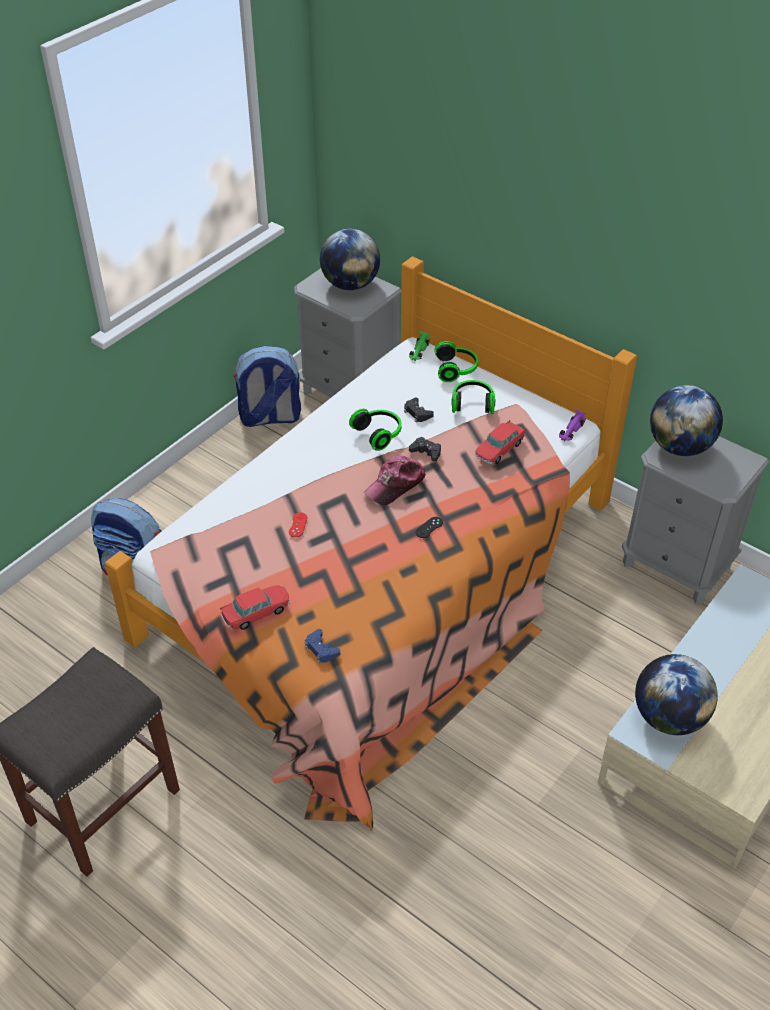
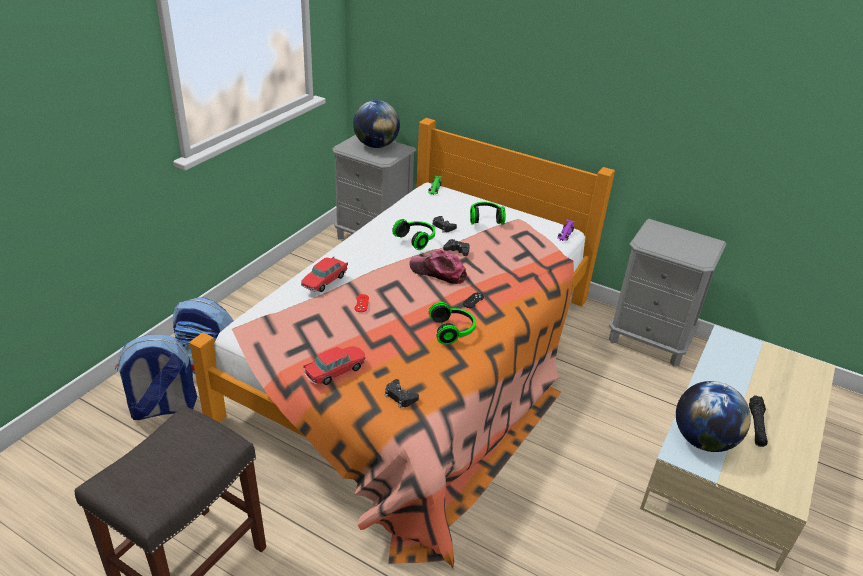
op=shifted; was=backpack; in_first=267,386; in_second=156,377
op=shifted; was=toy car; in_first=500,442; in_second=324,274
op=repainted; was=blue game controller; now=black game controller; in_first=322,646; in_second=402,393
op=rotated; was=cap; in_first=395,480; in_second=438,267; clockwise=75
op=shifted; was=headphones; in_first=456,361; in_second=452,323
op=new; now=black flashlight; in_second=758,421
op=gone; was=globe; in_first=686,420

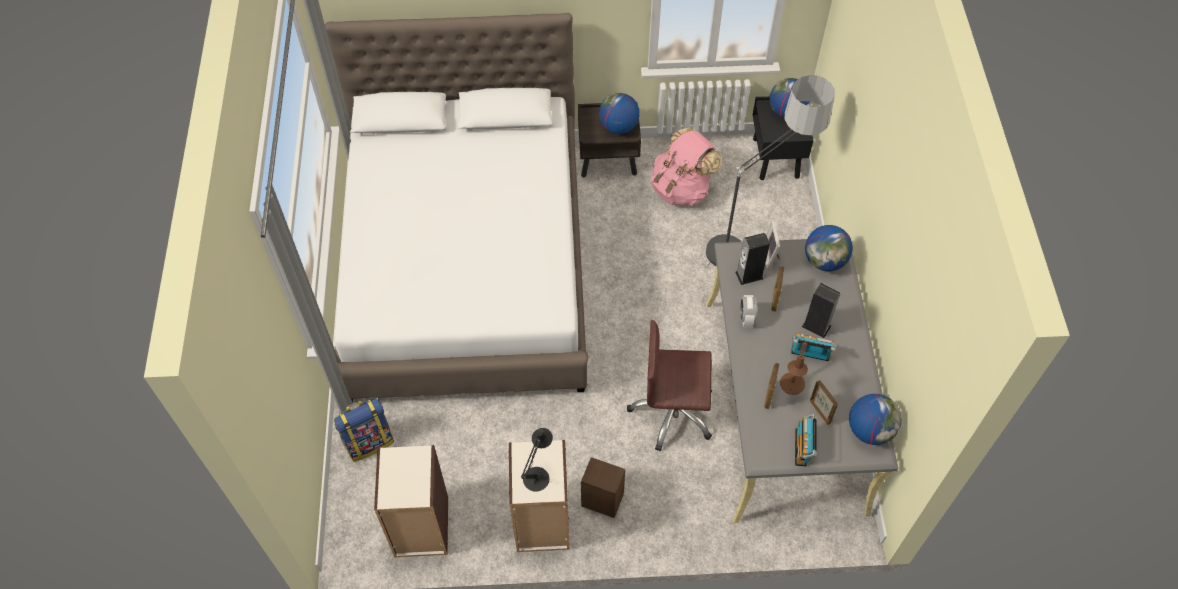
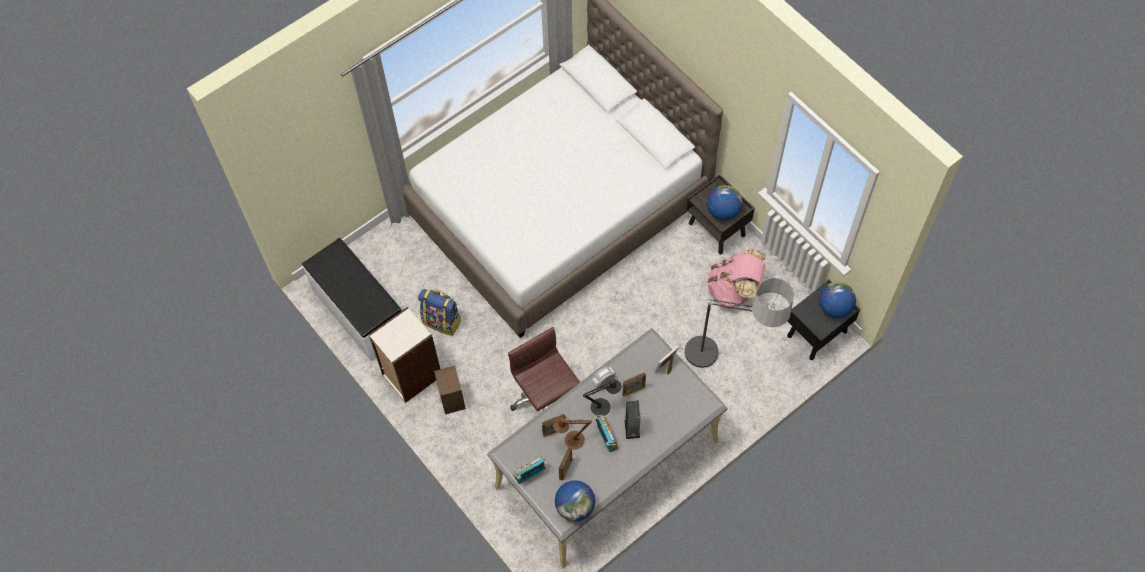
op=swapped; was=bookcase; now=white bench; in_first=411,501; in_second=352,299
op=shifted; was=backpack; in_first=364,430; in_second=439,312
op=shifted; was=black table lamp; in_first=537,460; in_second=602,397
op=gone; was=speaker; in_first=752,259
op=gone; was=globe; in_first=829,248

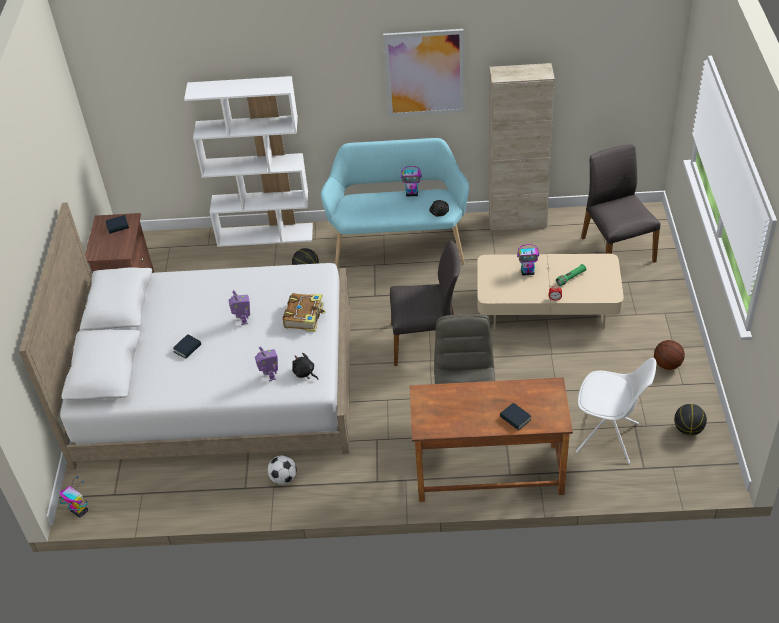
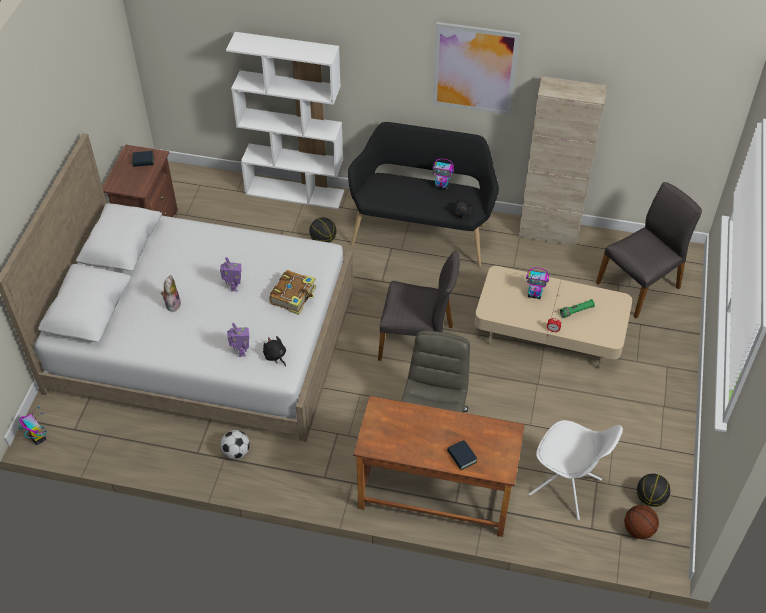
op=swapped; was=book; now=plush toy; in_first=187,347; in_second=171,293
op=repainted; was=turquoise bench; now=black bench; in_first=395,203; in_second=423,194
op=rotated; was=grey chair; in_first=621,203; in_second=649,250; clockwise=60
op=shifted; was=basketball; in_first=669,355; in_second=641,522

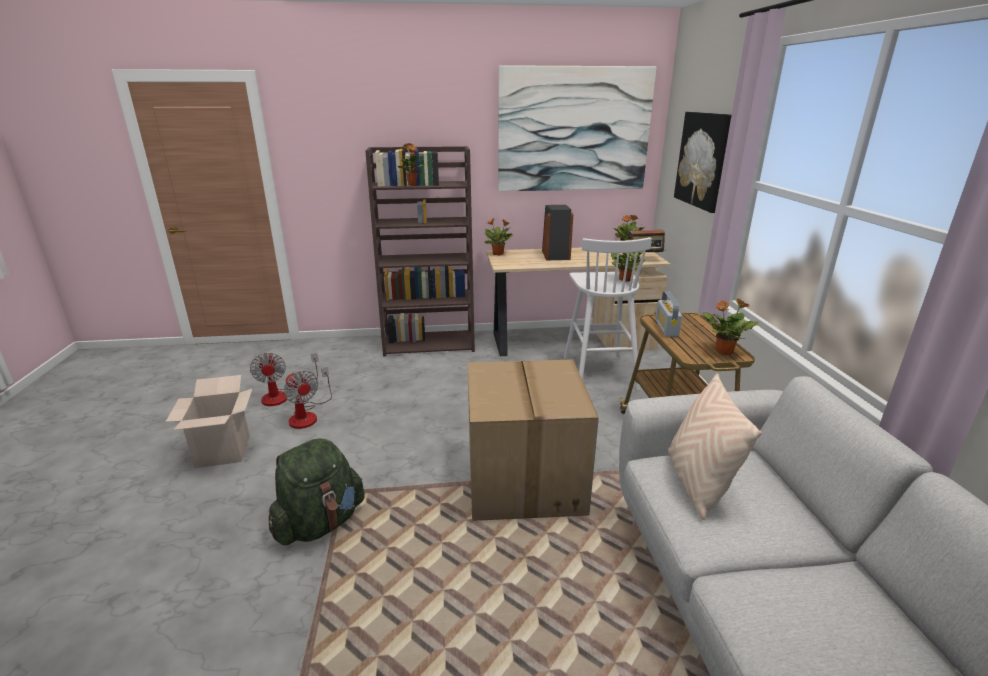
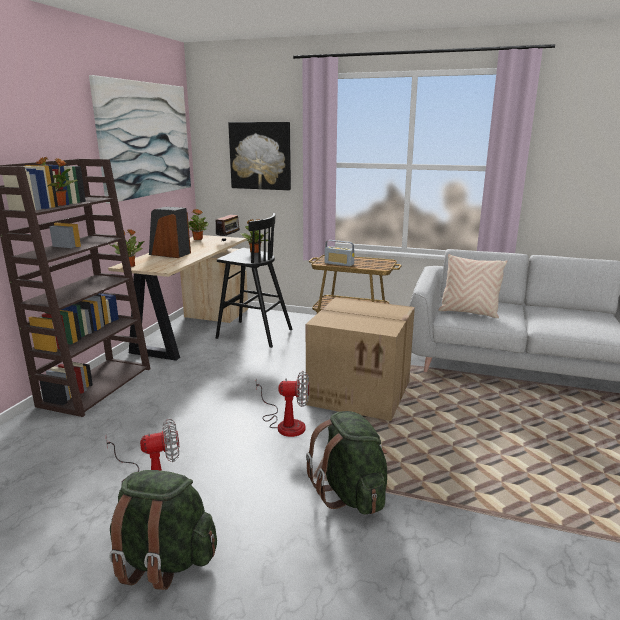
op=swapped; was=cardboard box; now=green backpack; in_first=209,421; in_second=163,530
op=repainted; was=white stool; now=black stool; in_first=608,314; in_second=254,280
op=shifted; was=fan; in_first=284,379; in_second=282,404
op=gone; was=potted plant; in_first=731,327

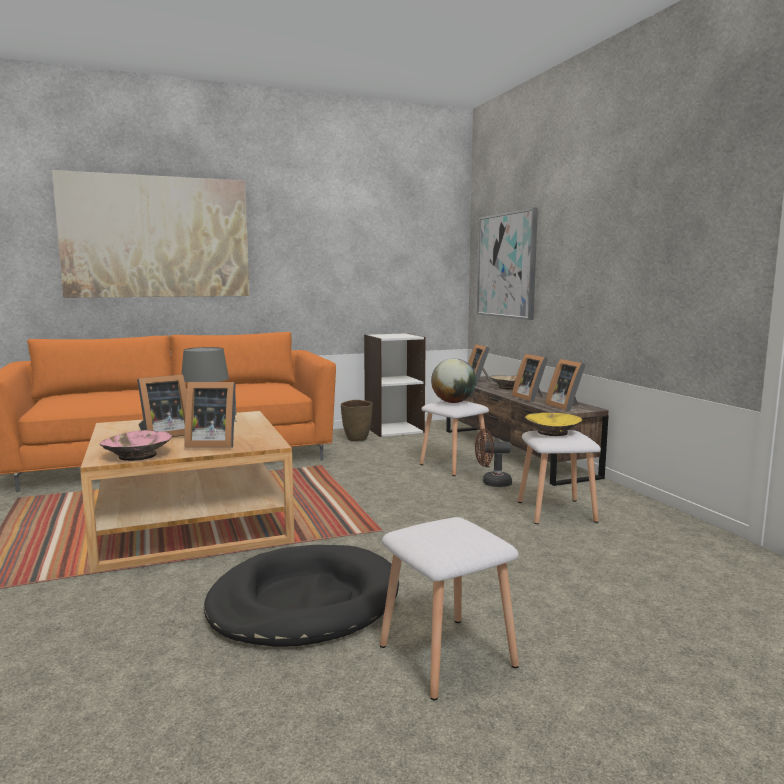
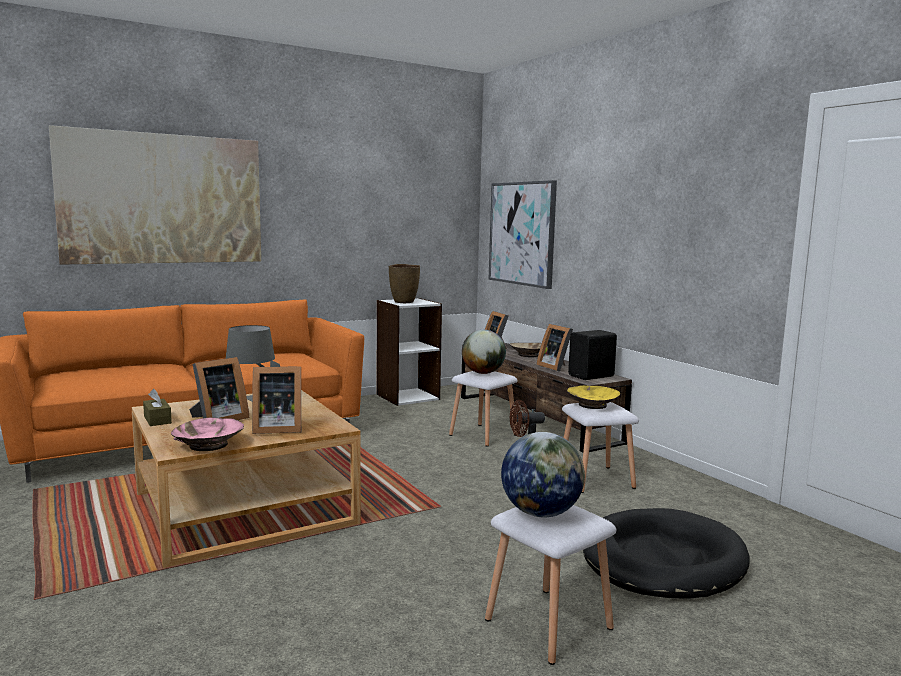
op=new; now=brown tissue box; in_second=157,407
op=shifted; was=brown vase; in_first=357,420; in_second=404,283
op=new; now=globe; in_second=543,474
op=swapped; was=picture frame; now=black speaker; in_first=565,385; in_second=592,355
op=shifted; was=black dog bed; in_first=301,596; in_second=666,553

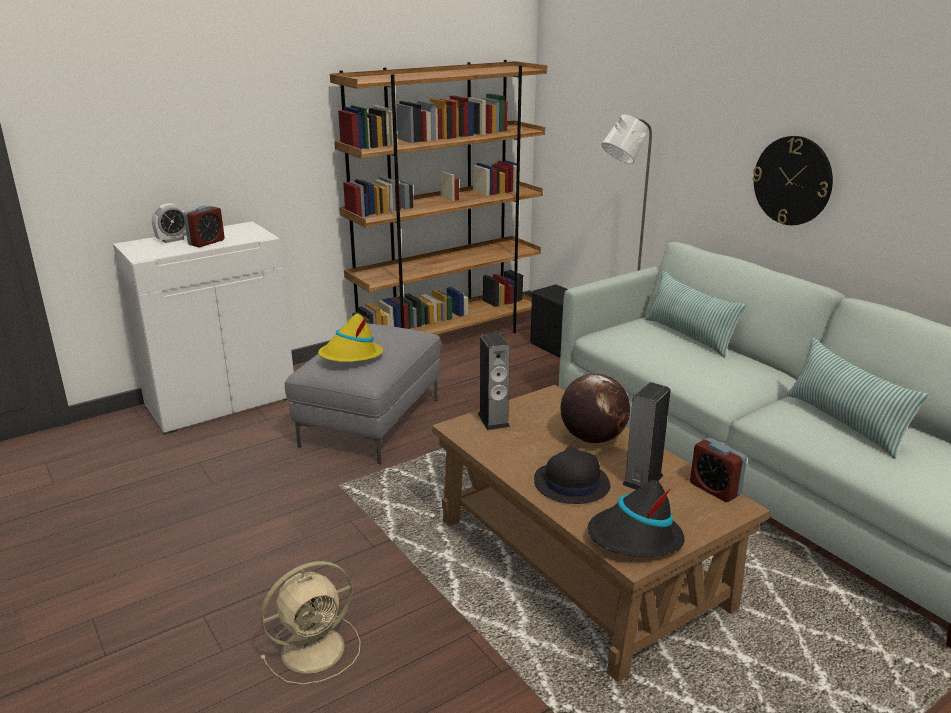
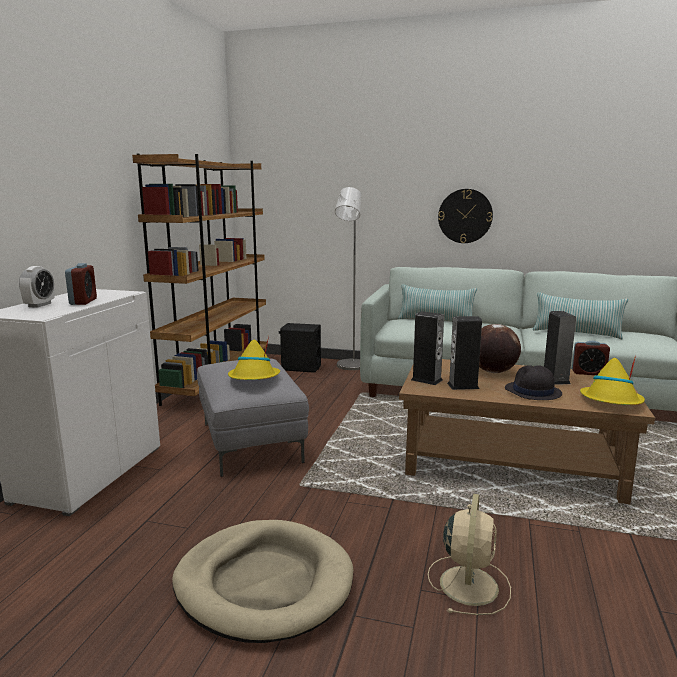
op=new; now=beige dog bed; in_second=262,581
op=new; now=speaker; in_second=464,353
op=repainted; was=black hat; now=yellow hat; in_first=636,518; in_second=612,380

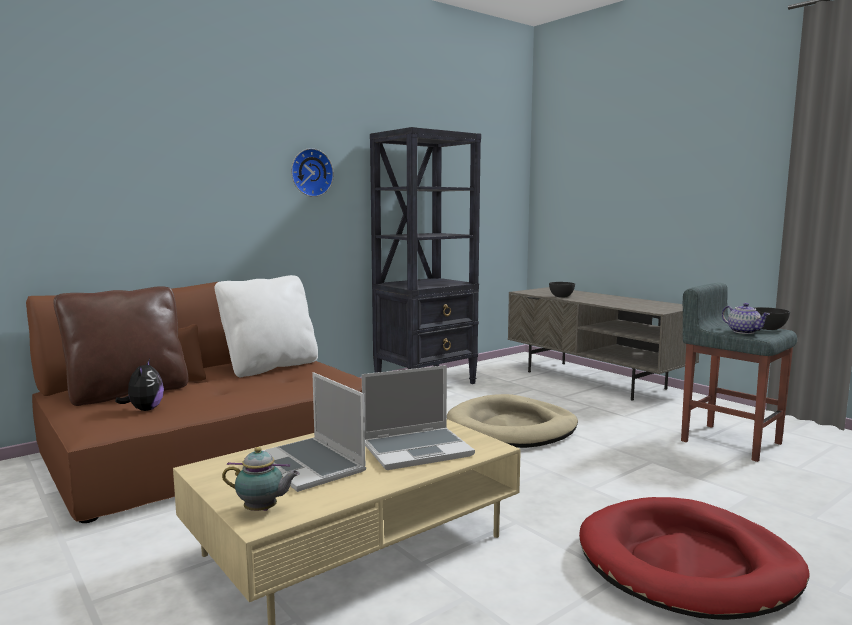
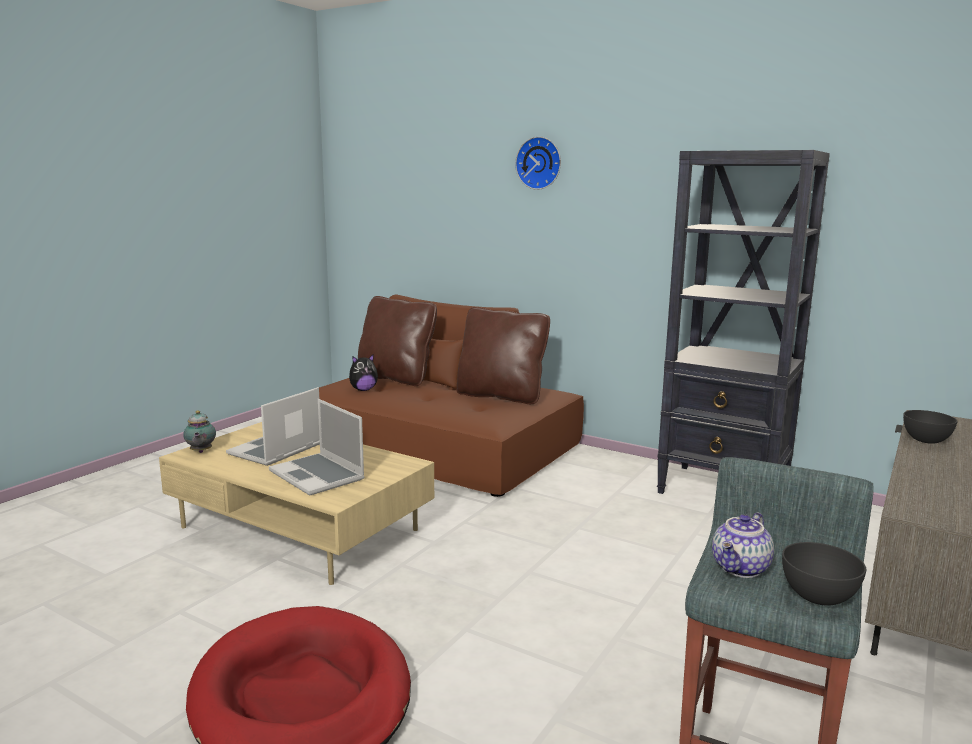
op=repainted; was=white pillow; now=brown pillow; in_first=266,326; in_second=503,355
op=shifted; was=wall clock; in_first=312,172; in_second=538,163
op=gone; was=beige dog bed; in_first=512,421

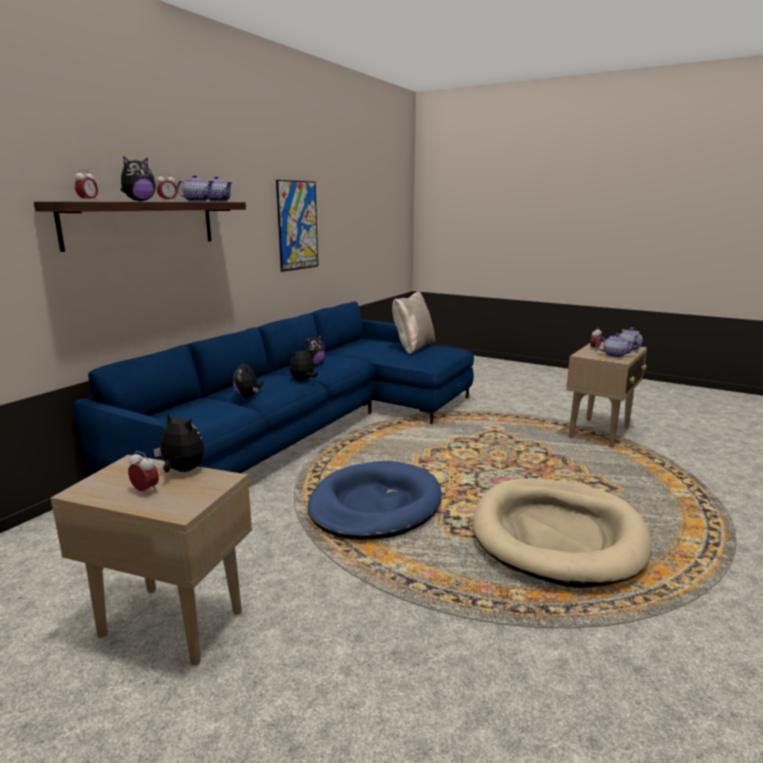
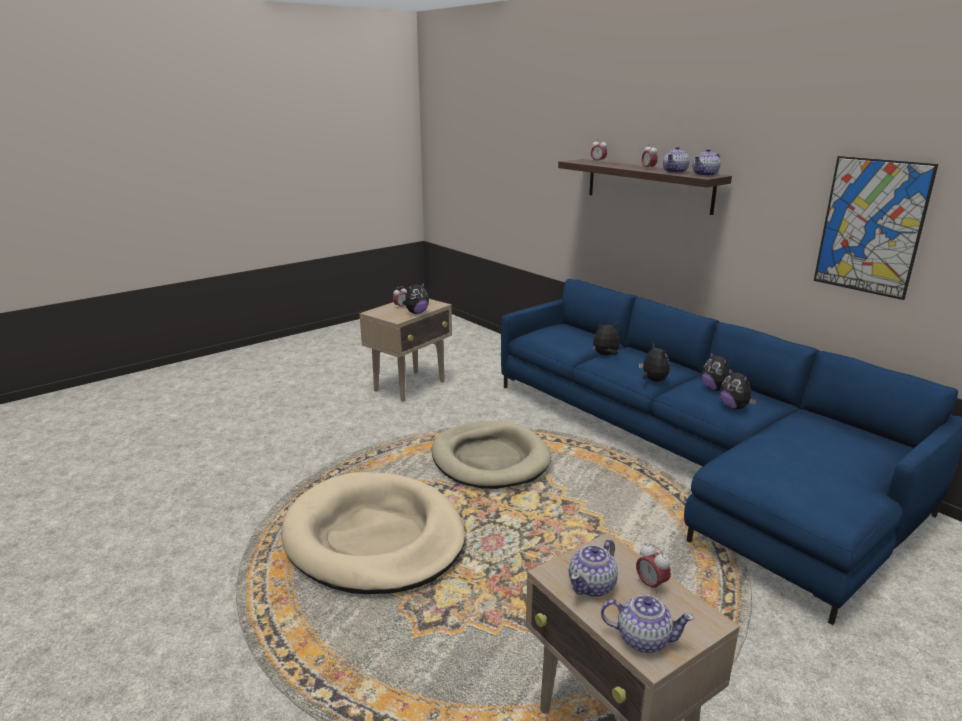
op=repainted; was=blue dog bed; now=beige dog bed; in_first=375,500; in_second=491,455
op=shifted; was=plush toy; in_first=138,178; in_second=738,388
op=gone; was=beige pillow; in_first=413,323

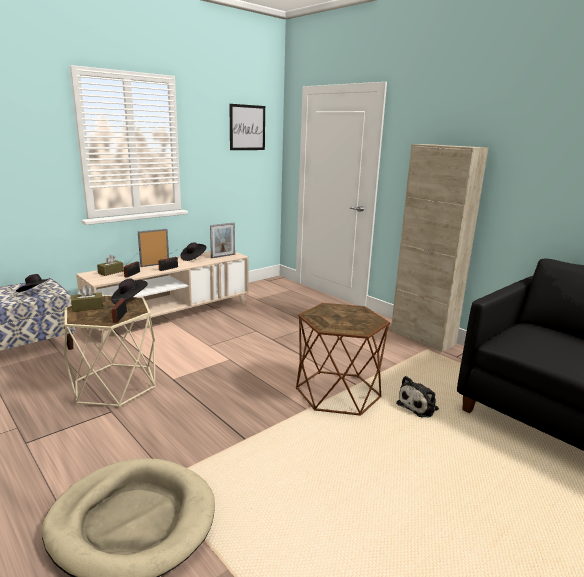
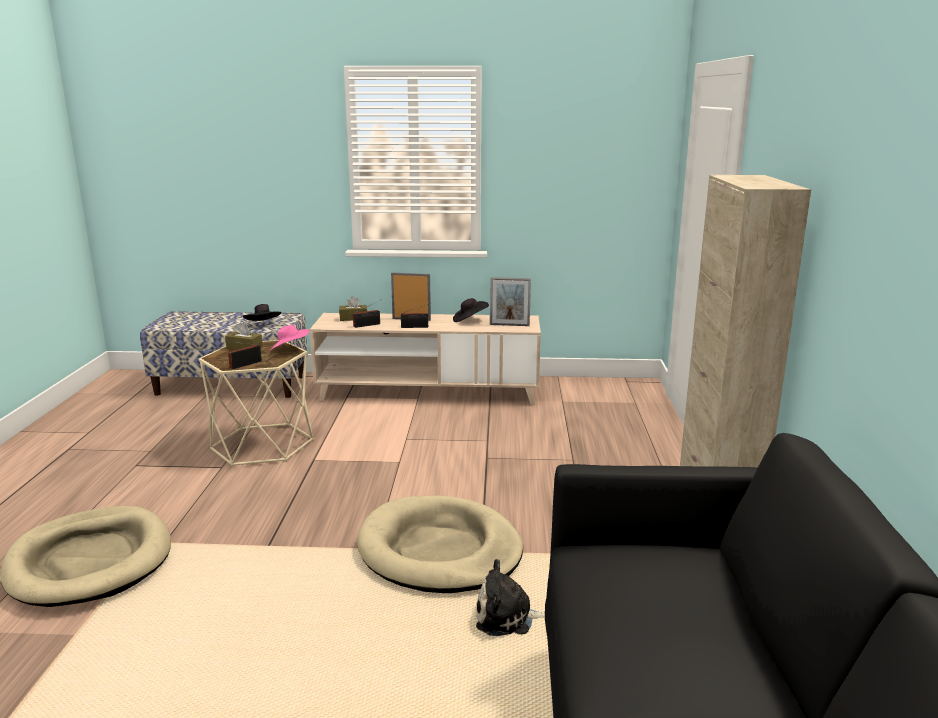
op=repainted; was=black hat; now=pink hat; in_first=129,291; in_second=289,338
op=swapped; was=brown side table; now=beige dog bed; in_first=343,359; in_second=440,544
op=gone; was=picture; in_first=247,127

